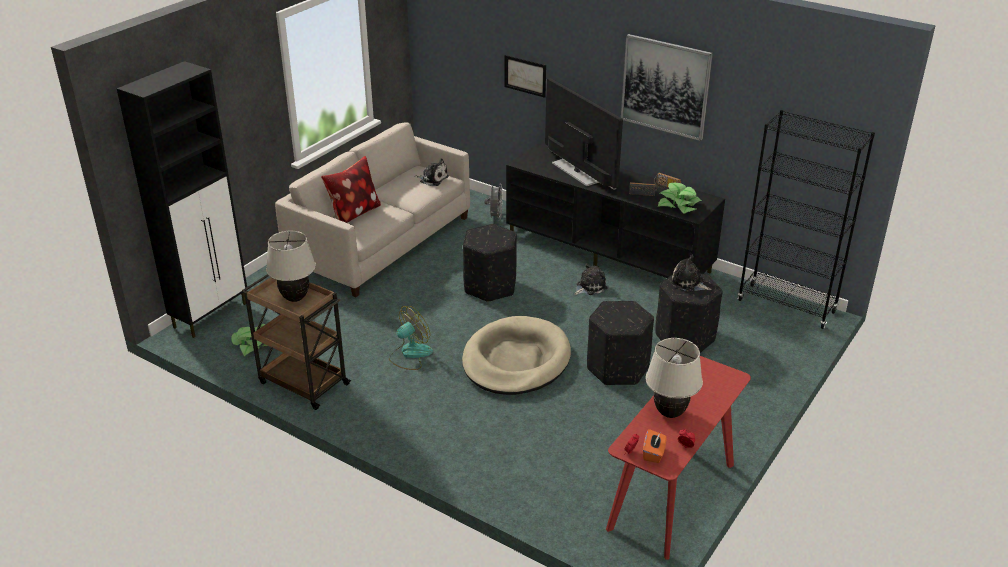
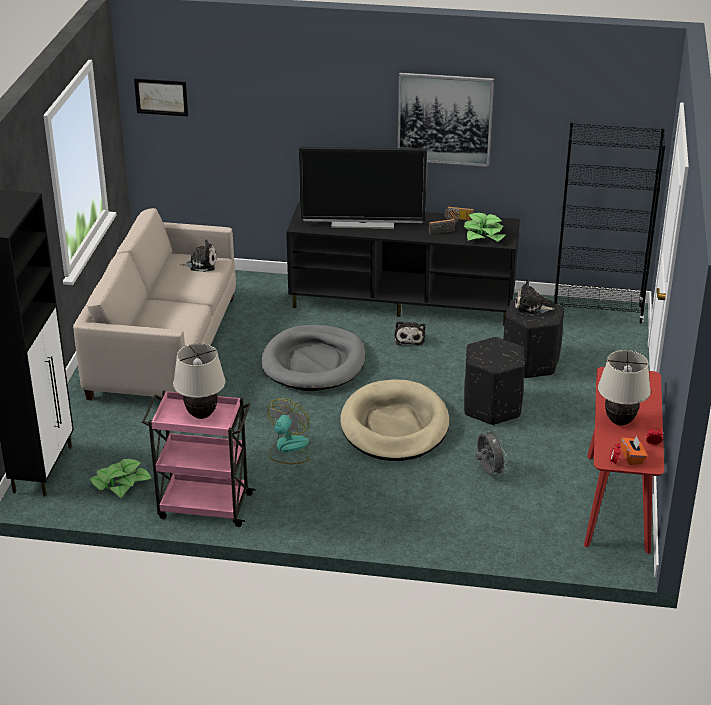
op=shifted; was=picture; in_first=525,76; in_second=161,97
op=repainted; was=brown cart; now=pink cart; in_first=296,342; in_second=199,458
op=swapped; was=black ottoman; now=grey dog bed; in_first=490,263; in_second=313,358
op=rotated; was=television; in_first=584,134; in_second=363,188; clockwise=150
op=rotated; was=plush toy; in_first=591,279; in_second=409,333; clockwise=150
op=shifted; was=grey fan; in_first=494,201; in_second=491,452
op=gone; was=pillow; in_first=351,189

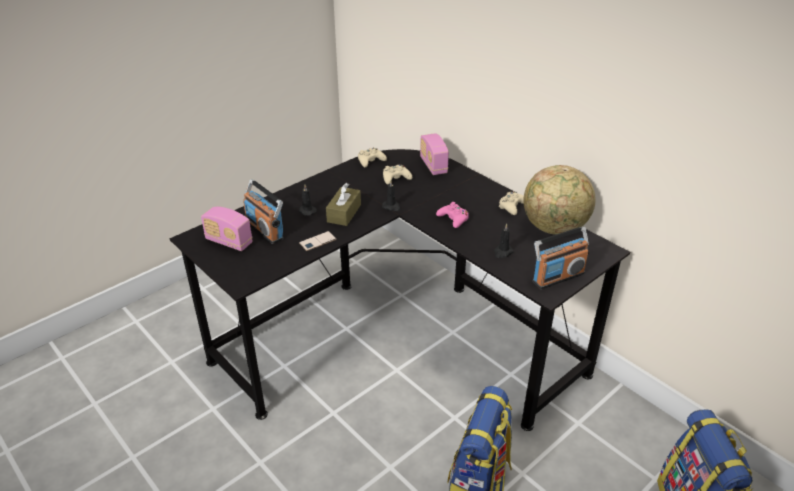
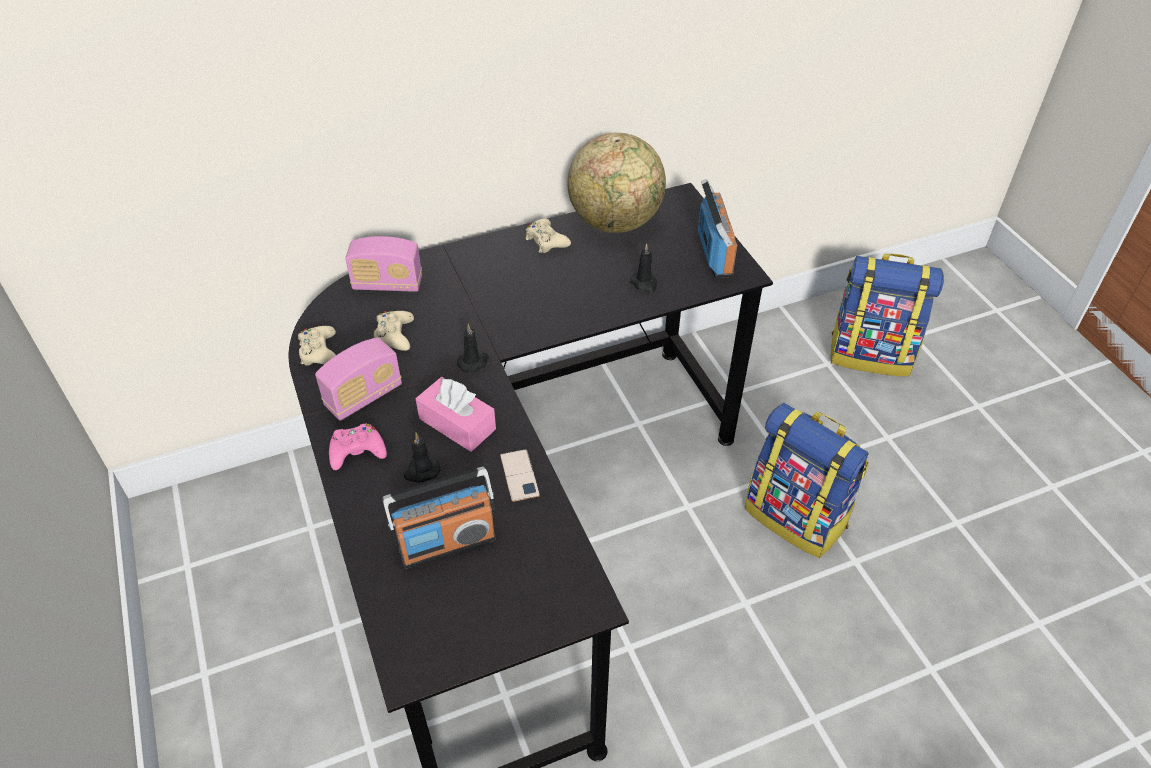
op=shifted; was=radio; in_first=227,229; in_second=358,379
op=shifted; was=pink game controller; in_first=452,215; in_second=358,447
op=repainted; was=brown tissue box; now=pink tissue box; in_first=343,204; in_second=456,414

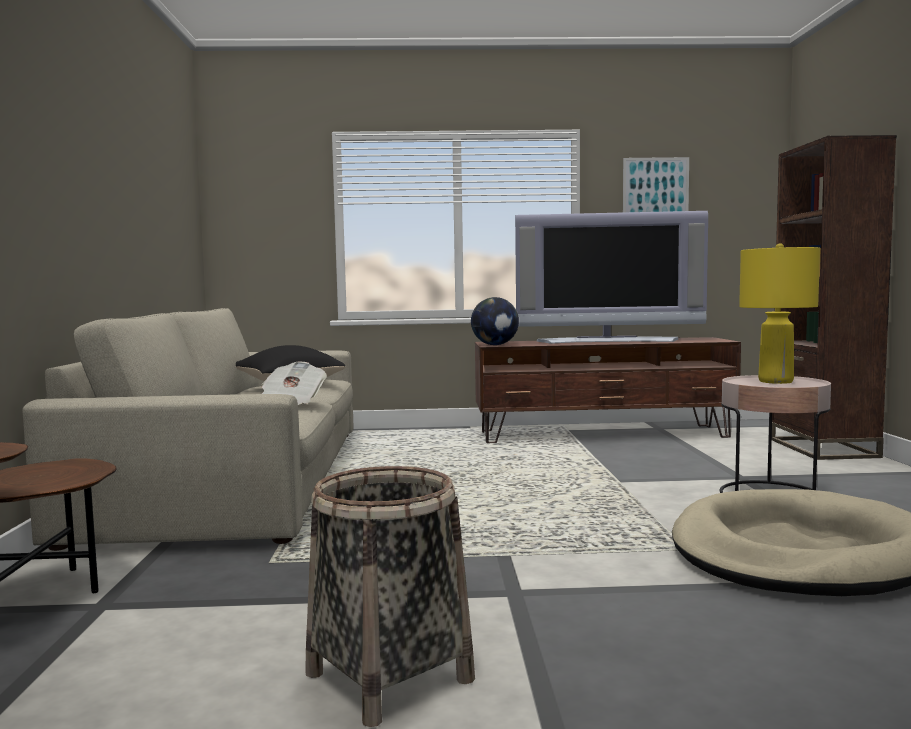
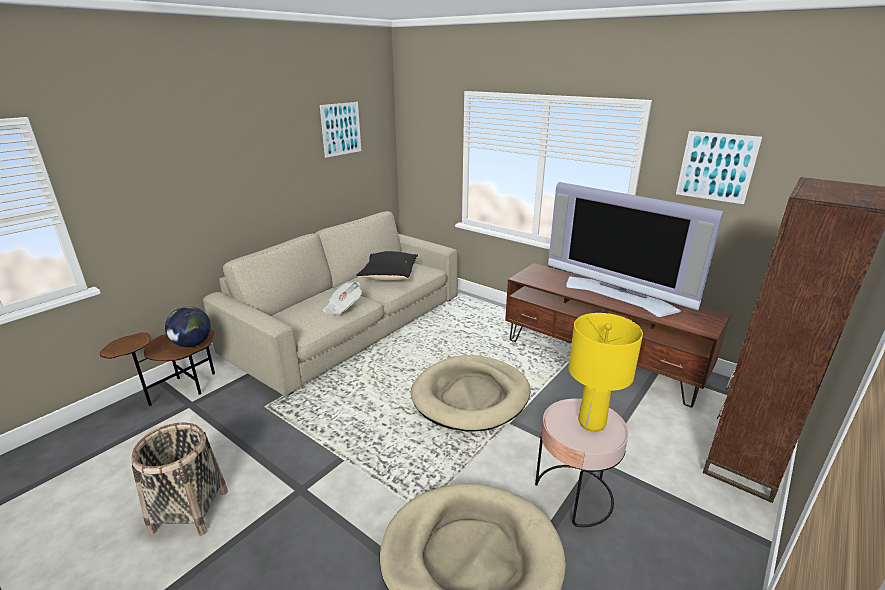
op=shifted; was=globe; in_first=495,321; in_second=188,326
op=new; now=picture; in_second=340,130
op=new; now=beige dog bed; in_second=470,393

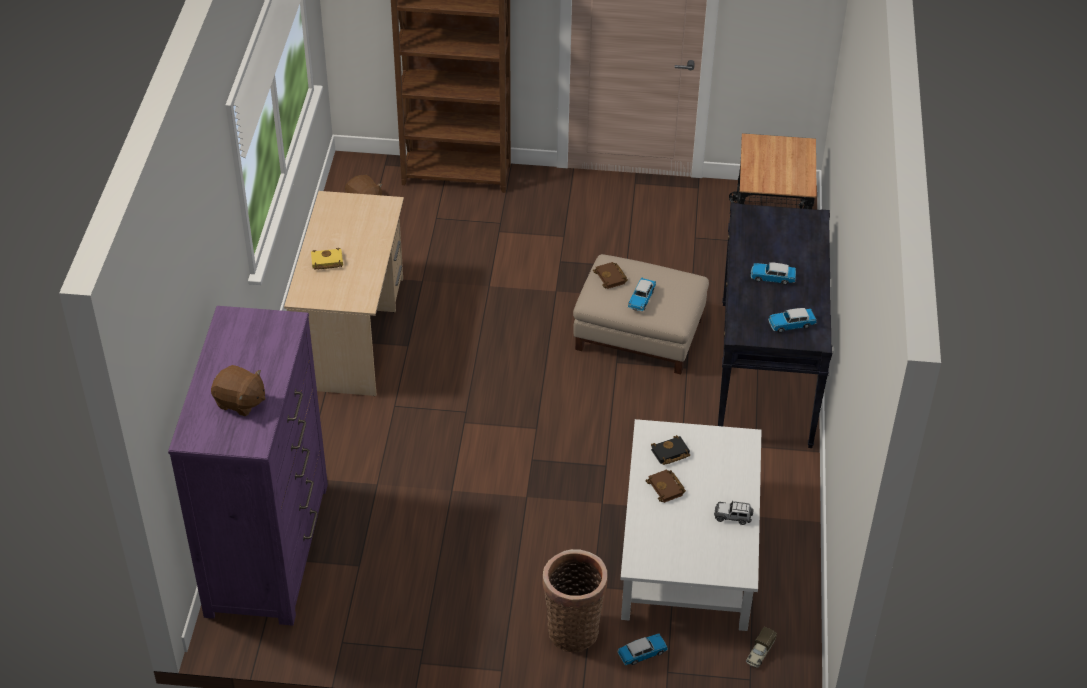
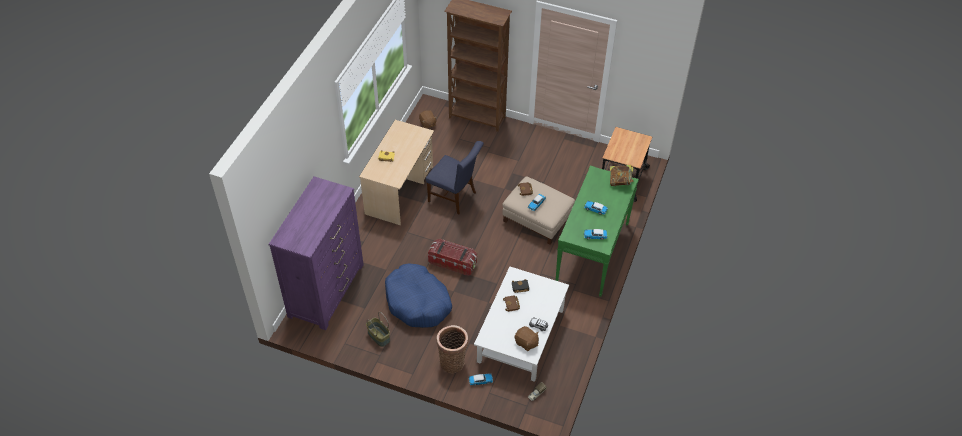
op=new; now=basket; in_second=378,329
op=new; now=blue dog bed; in_second=418,295
op=new; now=blue chair; in_second=455,178
op=new; now=storage box; in_second=452,257
op=shifted; was=brown plush toy; in_first=238,390; in_second=526,338
op=repainted; was=black console table; now=green console table; in_first=775,325; in_second=597,231
op=new; now=book; in_second=621,175

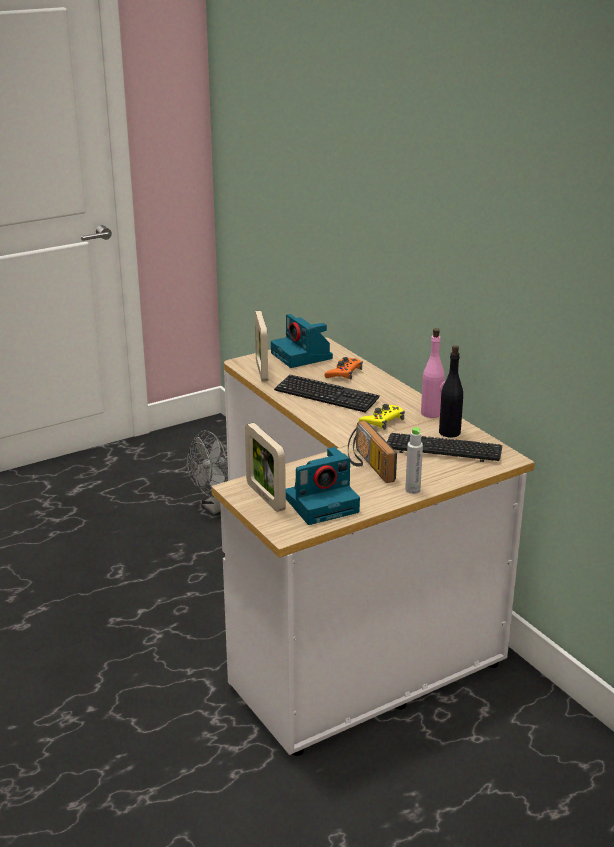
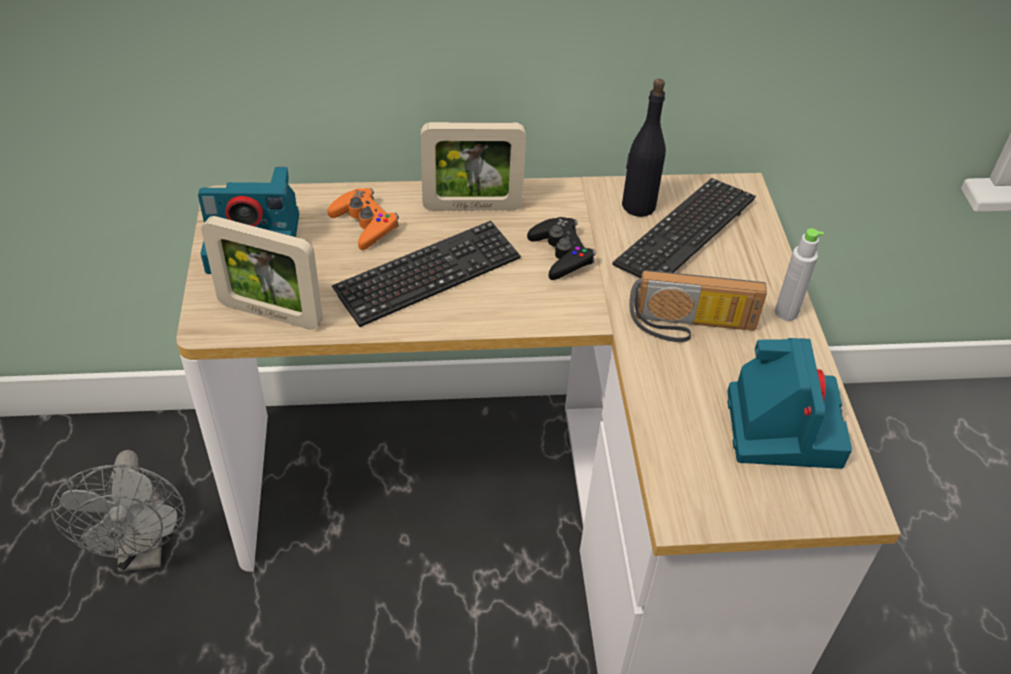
op=shifted; was=picture frame; in_first=265,467; in_second=473,166
op=repainted; was=yellow game controller; now=black game controller; in_first=382,417; in_second=561,248
op=gone; was=pink bottle; in_first=433,373

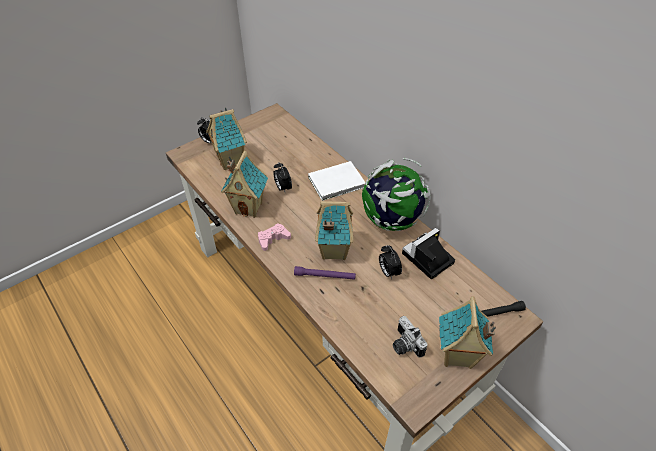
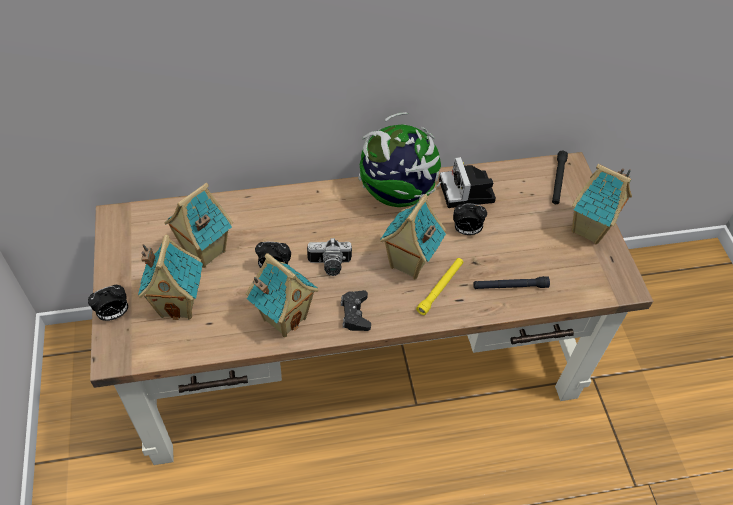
op=new; now=toy house; in_second=198,225
op=shifted; was=photo camera; in_first=410,337; in_second=329,257
op=repainted; was=pink game controller; now=black game controller; in_first=274,237; in_second=356,310
op=repainted; was=purple flashlight; now=yellow flashlight; in_first=325,273; in_second=439,286
op=new; now=black flashlight; in_second=511,282
op=gone; was=white book; in_first=336,181

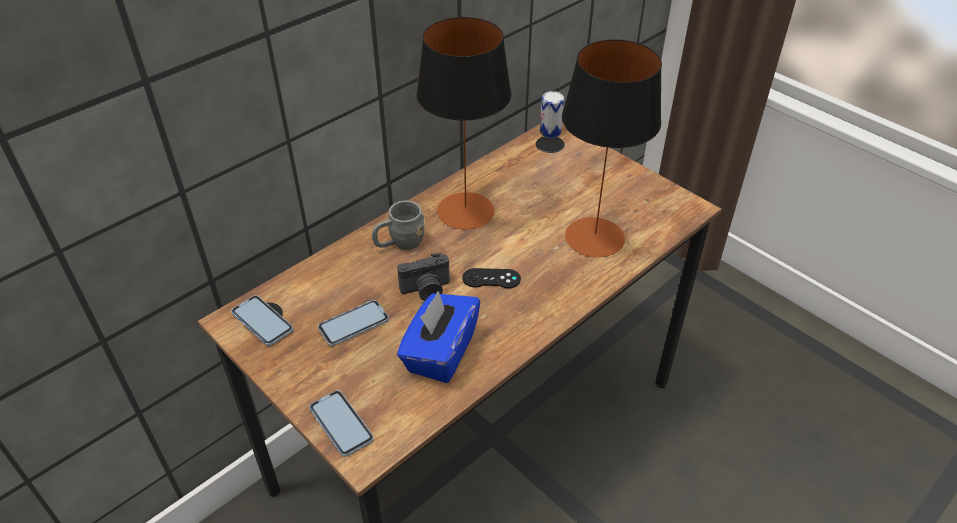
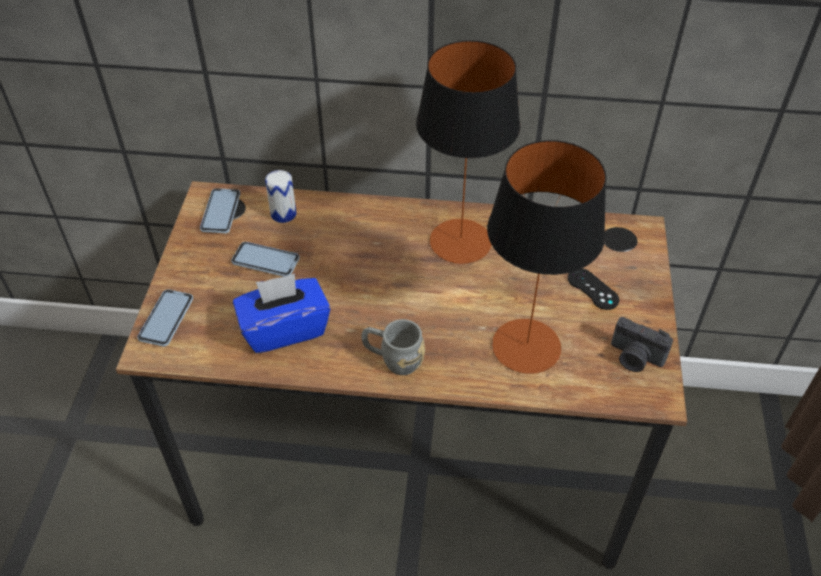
op=shifted; was=can; in_first=552,114; in_second=281,196
op=shifted; was=grey mug; in_first=398,225; in_second=393,347
op=shifted; was=black game controller; in_first=491,278; in_second=593,289
op=shifted; was=photo camera; in_first=423,277; in_second=642,344

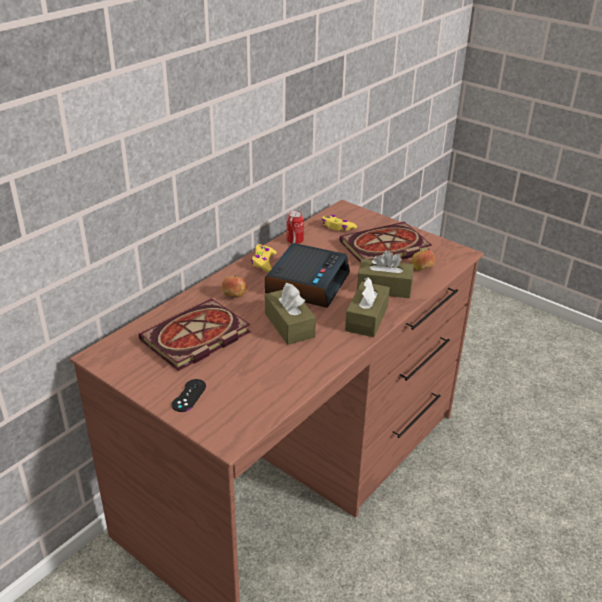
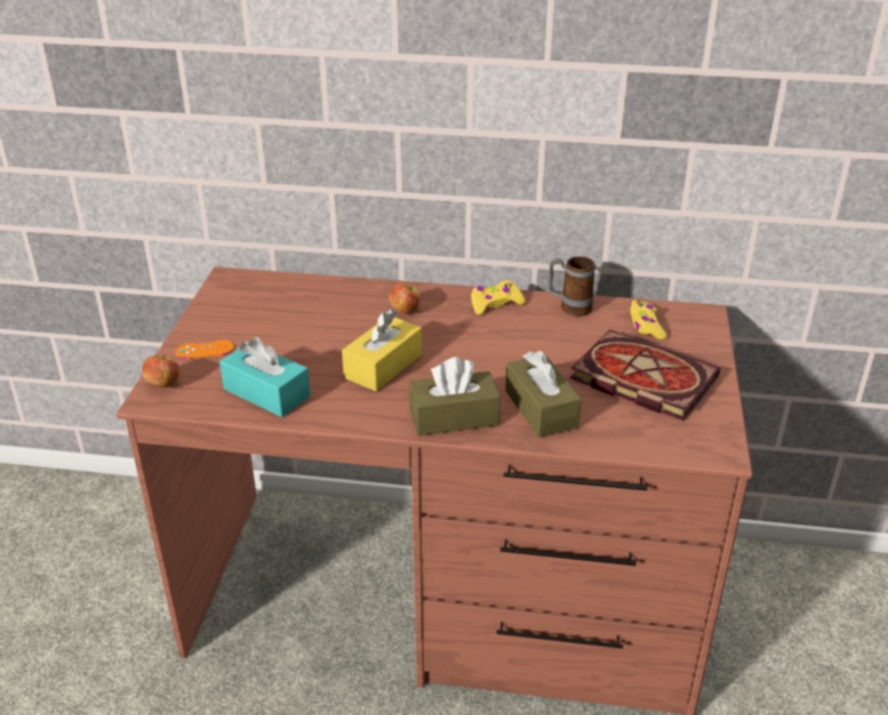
op=shifted; was=apple; in_first=423,260; in_second=161,370
op=repainted; was=black game controller; now=orange game controller; in_first=189,395; in_second=204,349
op=new; now=turquoise tissue box; in_second=265,377
op=repainted; was=brown tissue box; now=yellow tissue box; in_first=290,314; in_second=382,350
op=swapped; was=can; now=mug; in_first=295,227; in_second=572,286
op=gone; was=book; in_first=195,334
op=gone; was=alarm clock; in_first=307,275

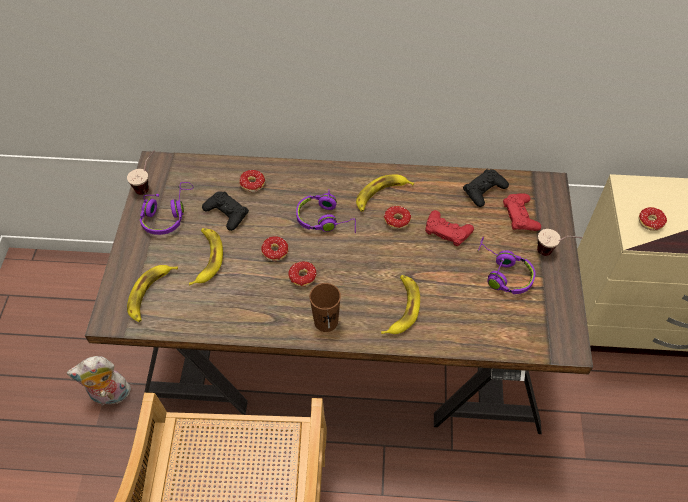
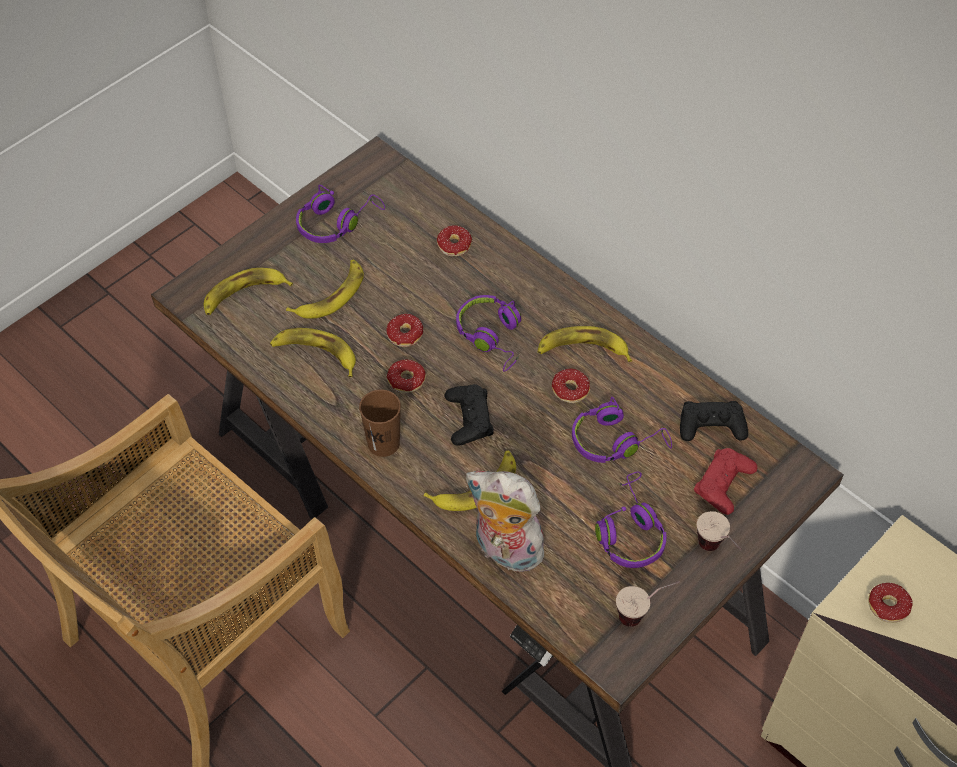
op=new; now=banana; in_second=313,352
op=shifted; was=black game controller; in_first=225,211; in_second=469,415
op=shifted; was=plush toy; in_first=99,380; in_second=507,521
op=swapped; was=red game controller; now=purple headphones; in_first=450,228; in_second=622,430
op=shifted; was=cup; in_first=140,173; in_second=648,604

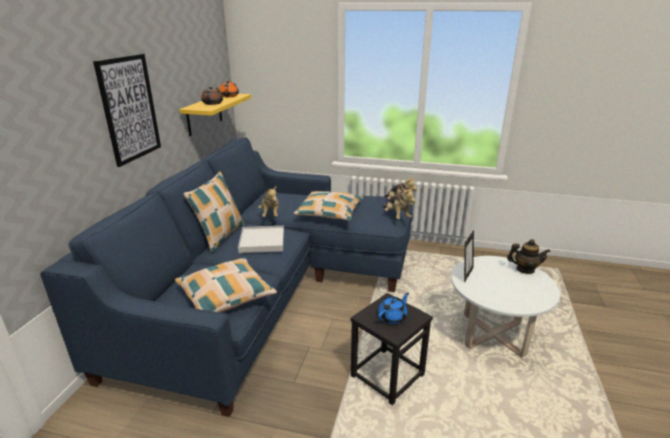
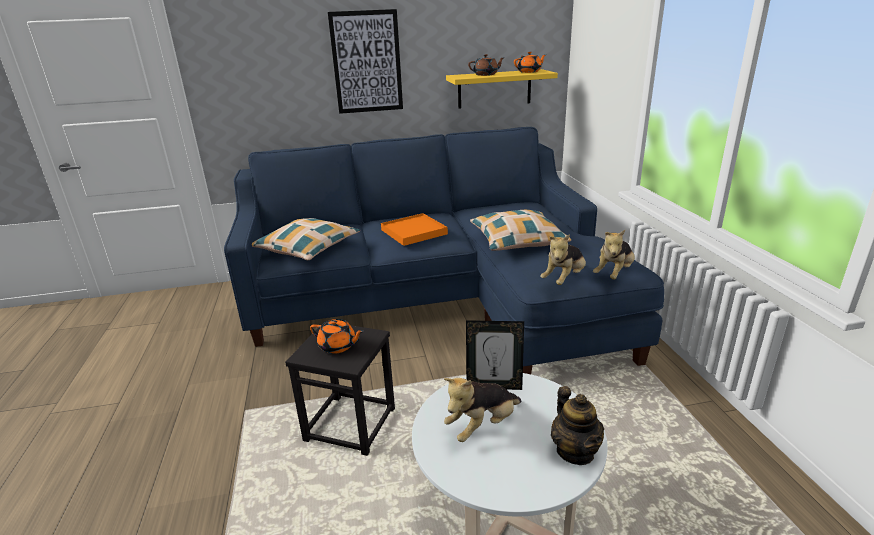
op=repainted; was=blue teapot; now=orange teapot; in_first=393,308; in_second=337,336
op=repainted; was=white tray; now=orange tray; in_first=261,239; in_second=414,229
op=shifted; was=plush toy; in_first=268,201; in_second=483,410
op=gone; was=pillow; in_first=213,212

